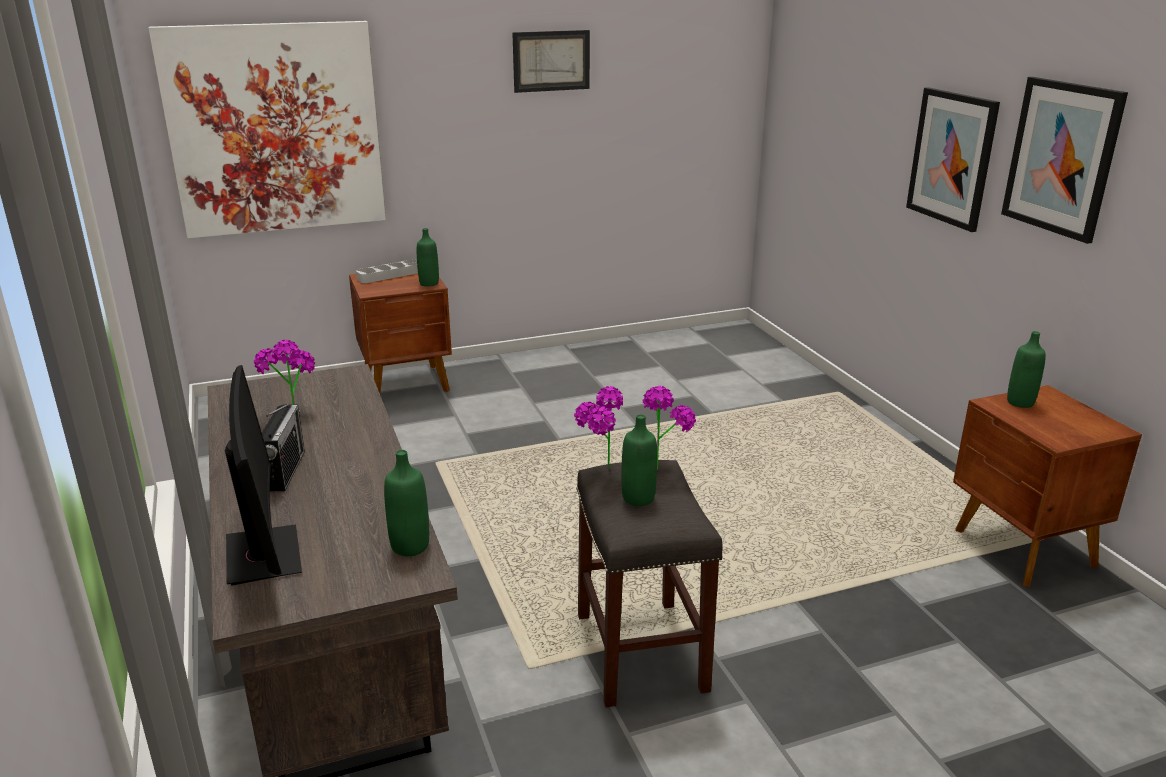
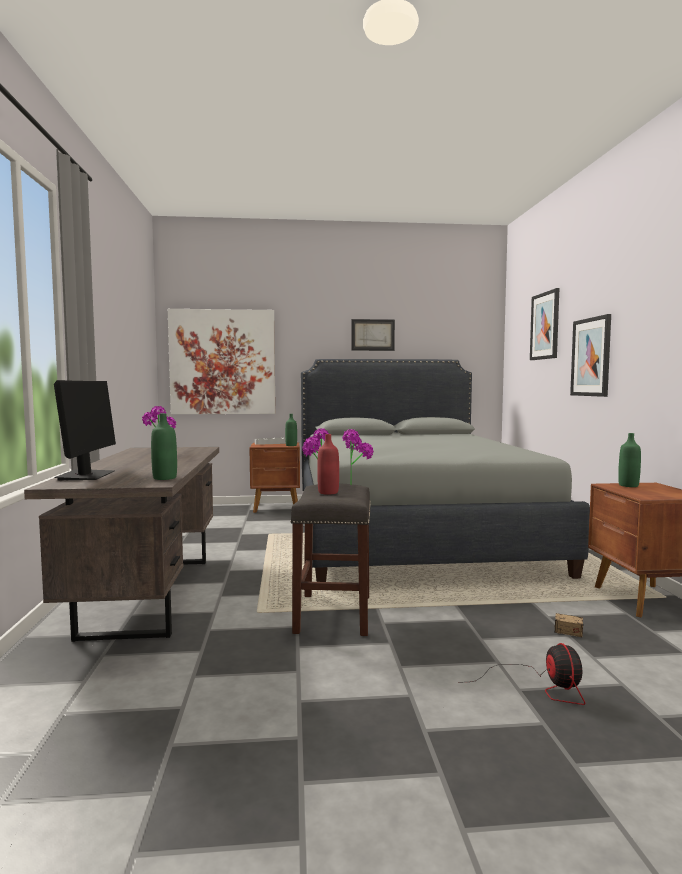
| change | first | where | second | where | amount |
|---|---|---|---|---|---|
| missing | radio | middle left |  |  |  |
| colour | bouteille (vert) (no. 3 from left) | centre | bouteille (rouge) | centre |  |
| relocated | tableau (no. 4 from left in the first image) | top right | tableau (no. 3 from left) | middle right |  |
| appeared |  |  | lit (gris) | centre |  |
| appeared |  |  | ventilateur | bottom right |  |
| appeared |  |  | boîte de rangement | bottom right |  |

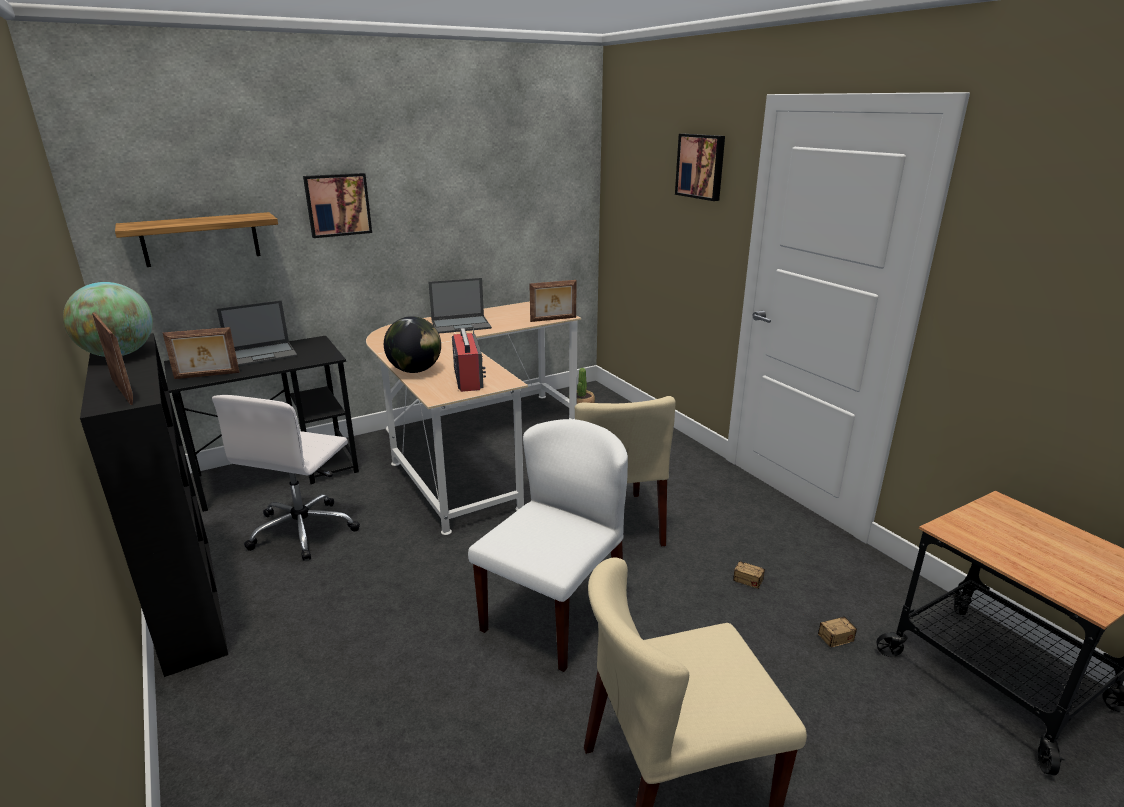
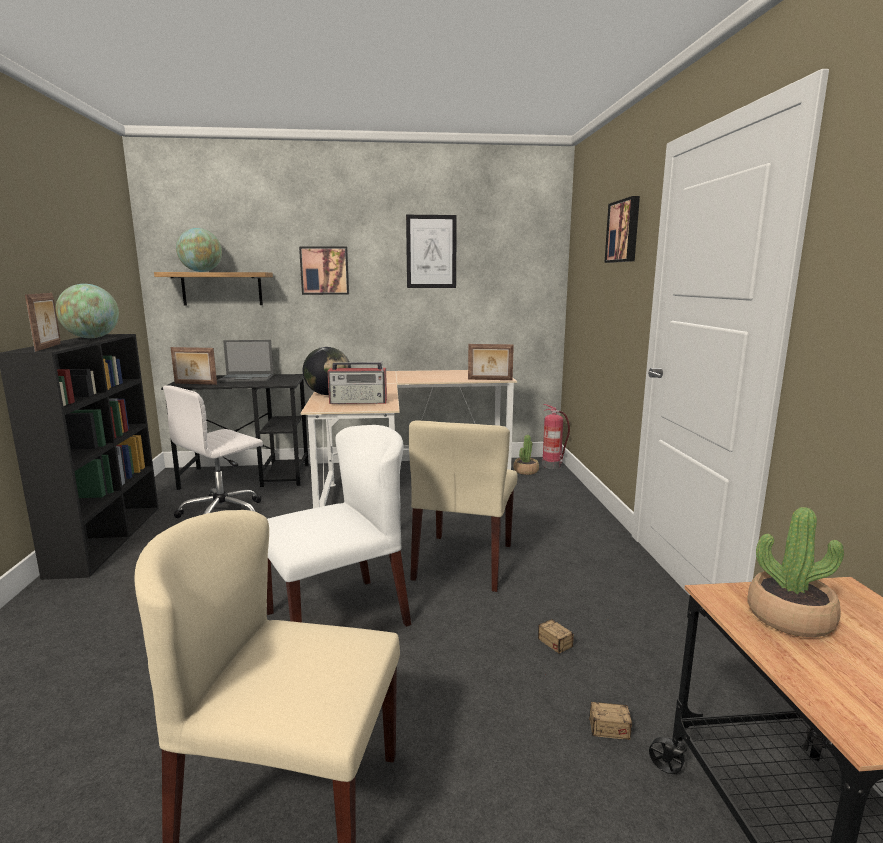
| change | first | where | second | where | amount |
|---|---|---|---|---|---|
| missing | ordinateur portable (no. 2 from left) | centre |  |  |  |
| spun | radio | centre |  | centre | 75 degrees clockwise |
| appeared |  |  | globe (no. 2 from left) | top left |  |
| appeared |  |  | tableau (no. 2 from left) | top centre |  |
| appeared |  |  | extincteur | centre |  |
| appeared |  |  | plante en pot (no. 2 from left) | bottom right |  |

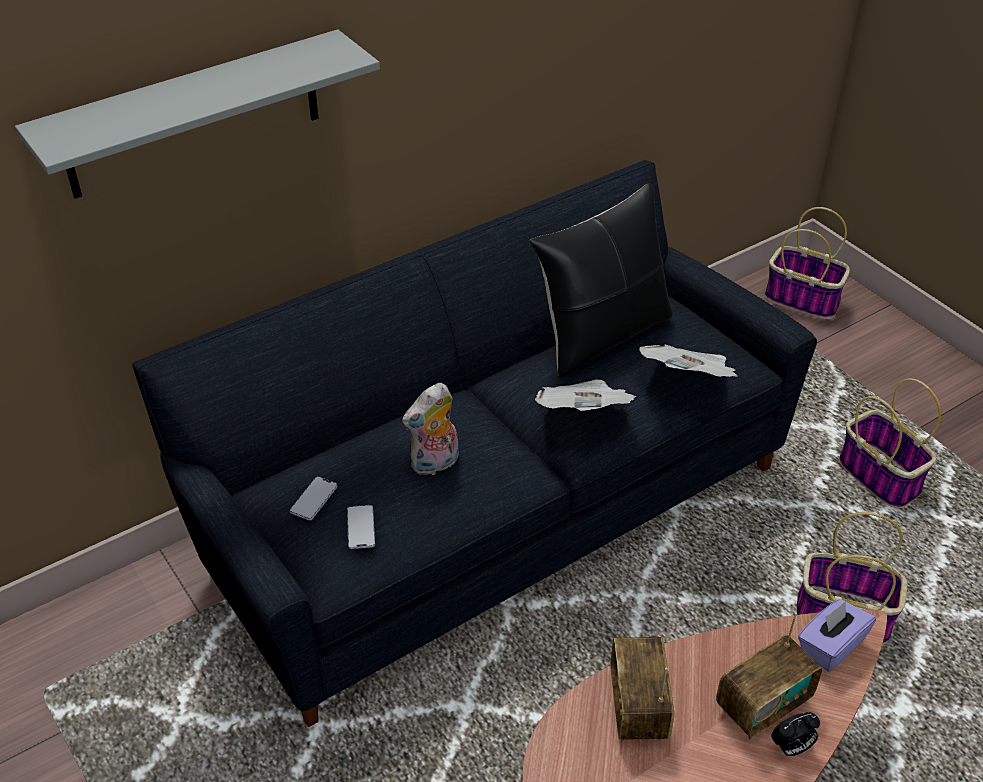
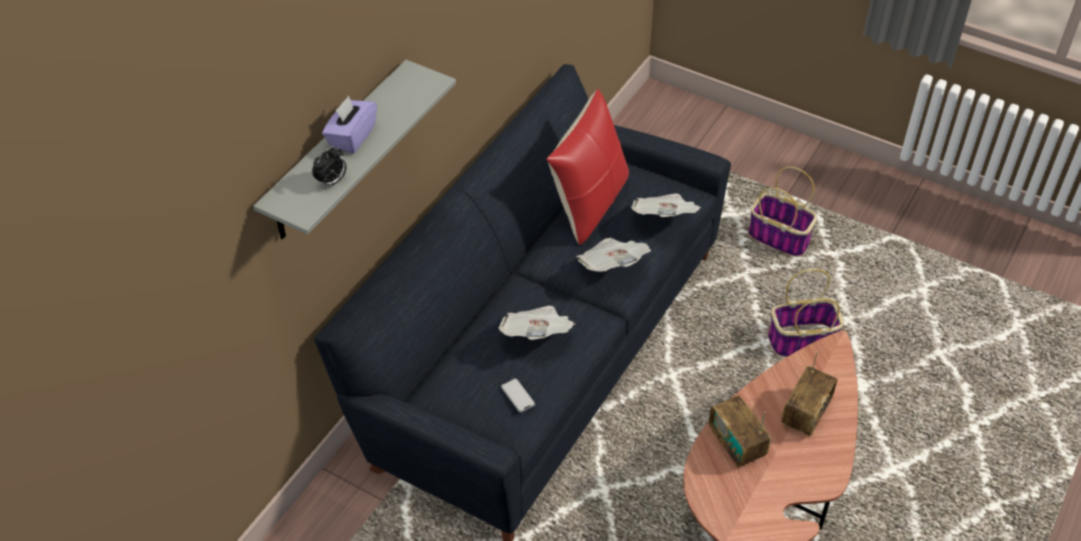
| change | first | where | second | where | amount |
|---|---|---|---|---|---|
| missing | téléphone (no. 1 from left) | middle left |  |  |  |
| exchanged | peluche | centre | journal (no. 1 from left) | centre |  |
| colour | coussin (noir) | centre | coussin (rouge) | top centre |  |
| missing | panier (no. 1 from left) | middle right |  |  |  |
| relocated | réveil | bottom right |  | top left |  |
| relocated | boîte à mouchoirs (violet) | bottom right |  | top left |  |

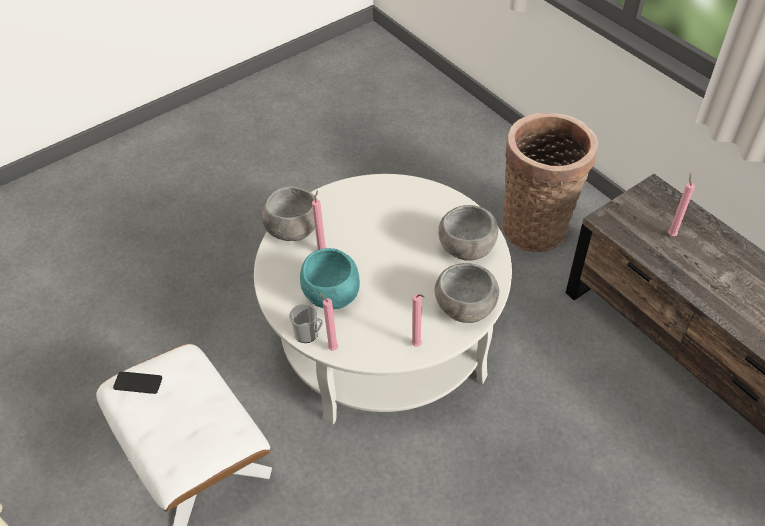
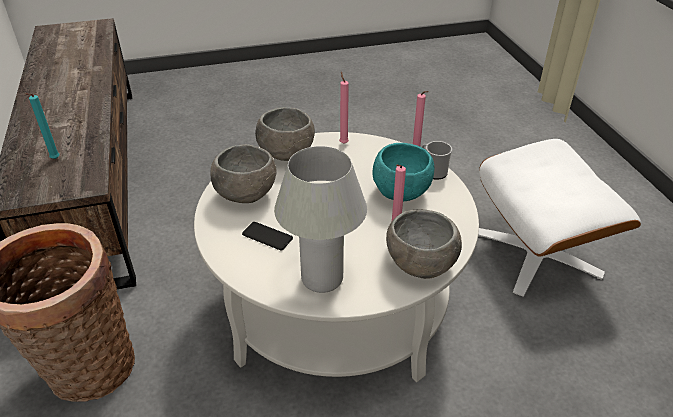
| change | first | where | second | where | amount |
|---|---|---|---|---|---|
| relocated | téléphone | bottom left |  | centre |  |
| colour | bougie (rose) (no. 4 from left) | middle right | bougie (turquoise) | top left |  |
| appeared |  |  | lampe de table (blanc) | centre |  |

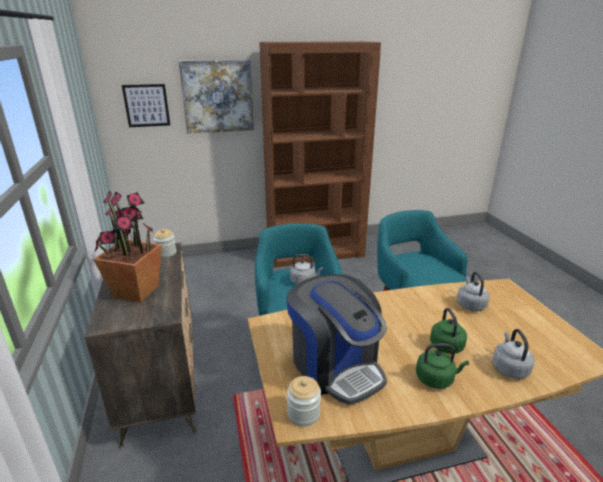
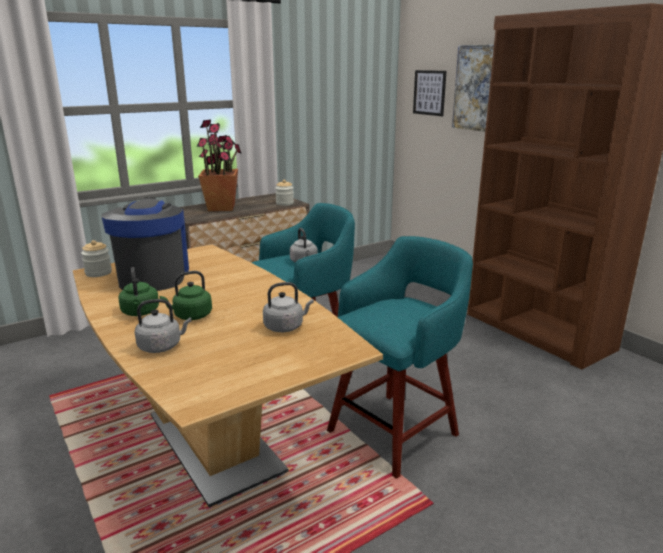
| change | first | where | second | where | amount |
|---|---|---|---|---|---|
| spun | machine à café | bottom centre |  | middle left | 135 degrees clockwise |

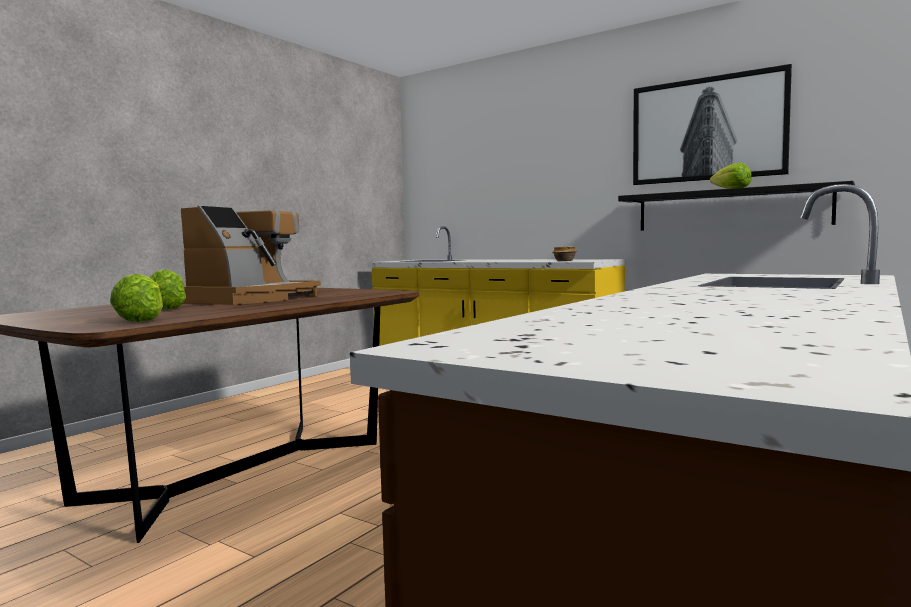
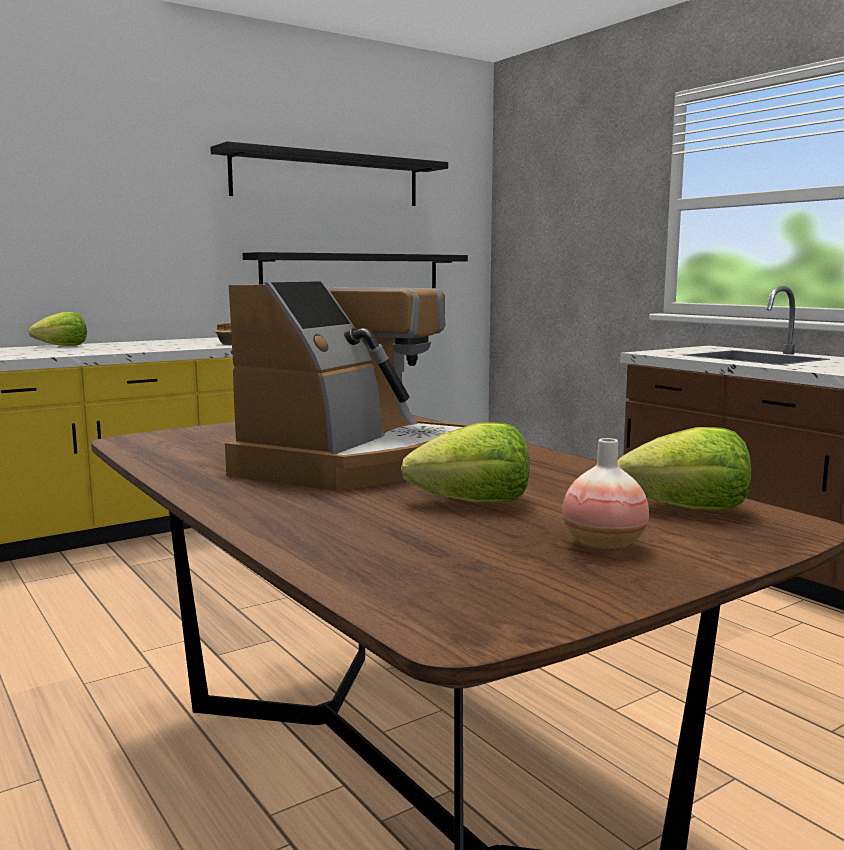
| change | first | where | second | where | amount |
|---|---|---|---|---|---|
| spun | machine à café | middle left |  | centre | 75 degrees clockwise |
| exchanged | tableau | top right | étagère (noir) (no. 1 from left) | top centre |  |
| relocated | laitue (no. 3 from left in the first image) | top right | laitue (no. 1 from left) | middle left |  |
| appeared |  |  | vase | middle right |  |

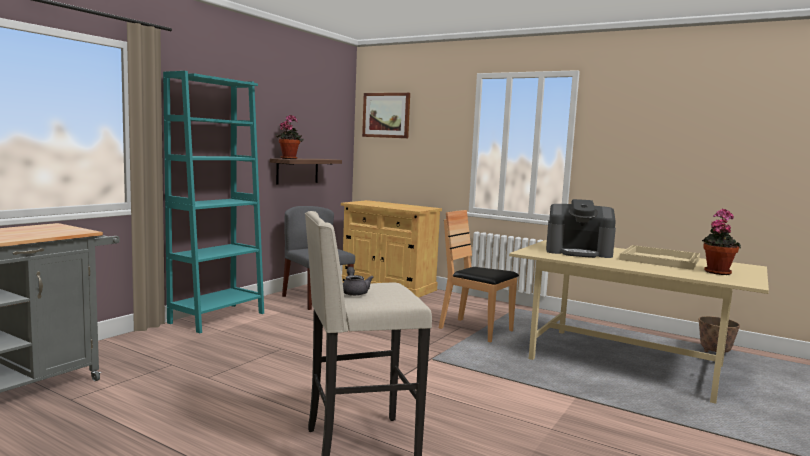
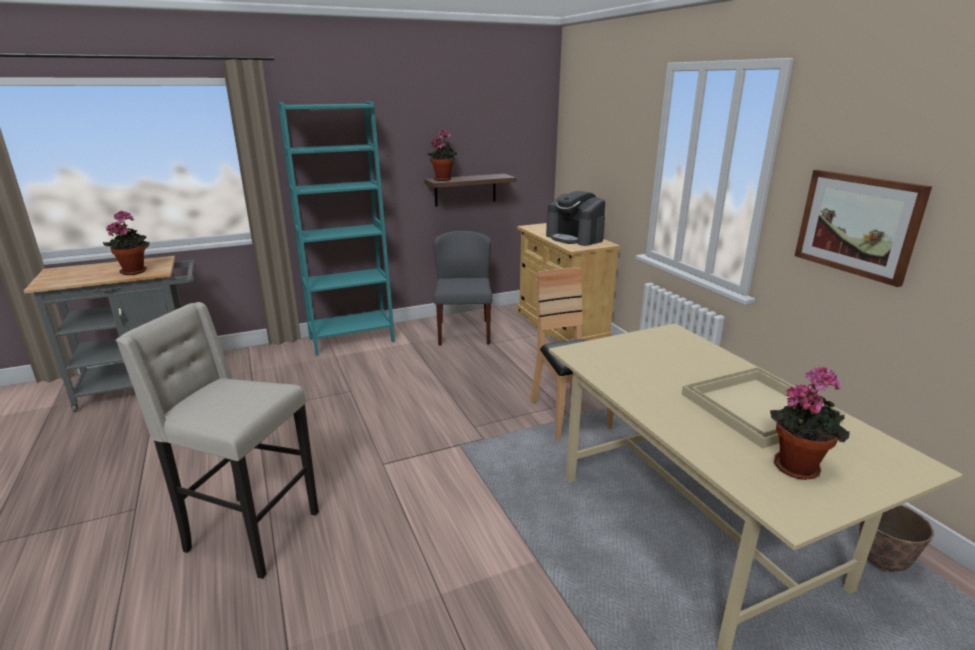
| change | first | where | second | where | amount |
|---|---|---|---|---|---|
| missing | théière (gris) | centre |  |  |  |
| relocated | tableau | top centre |  | middle right |  |
| relocated | machine à café | middle right |  | centre |  |
| appeared |  |  | plante en pot (no. 1 from left) | middle left |  |

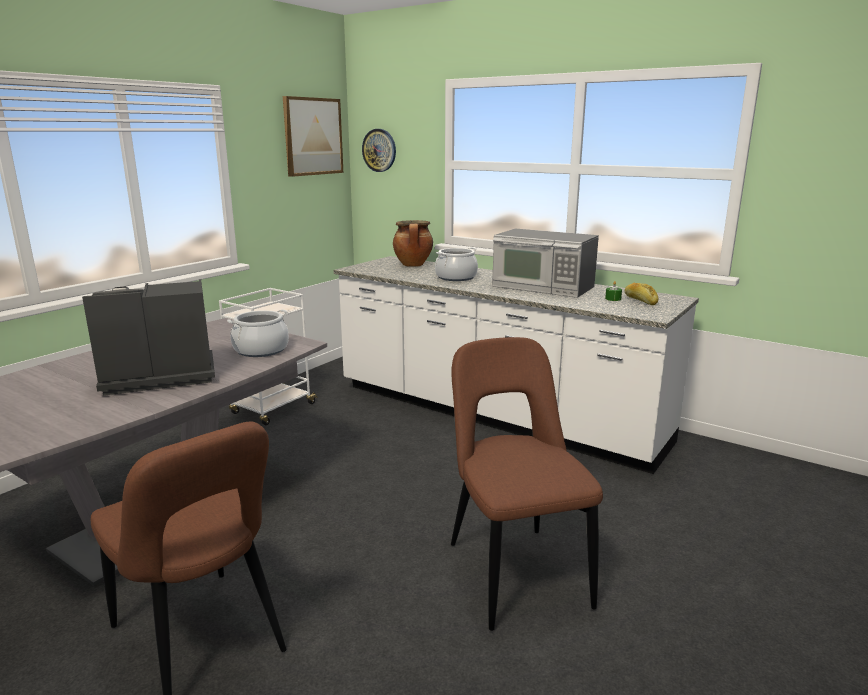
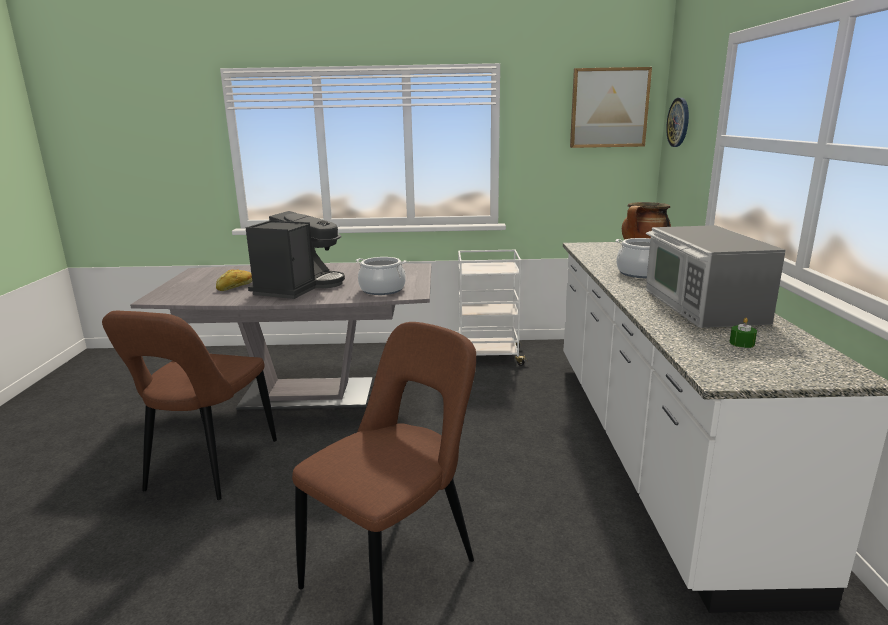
| change | first | where | second | where | amount |
|---|---|---|---|---|---|
| spun | machine à café | middle left |  | middle left | 75 degrees clockwise |
| relocated | pain | middle right |  | middle left |  |

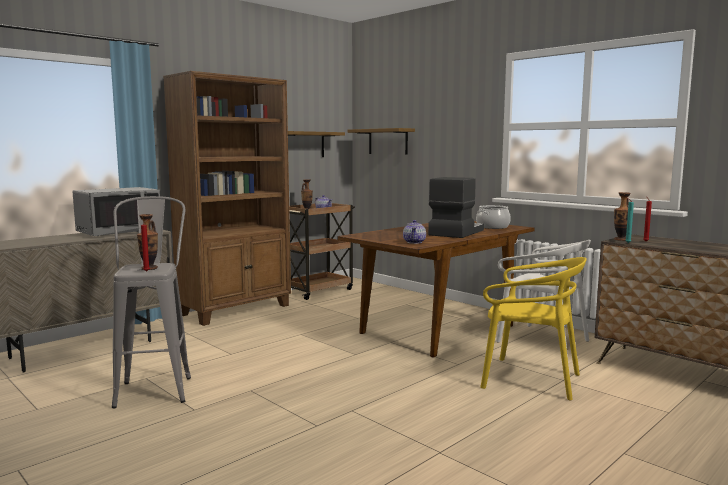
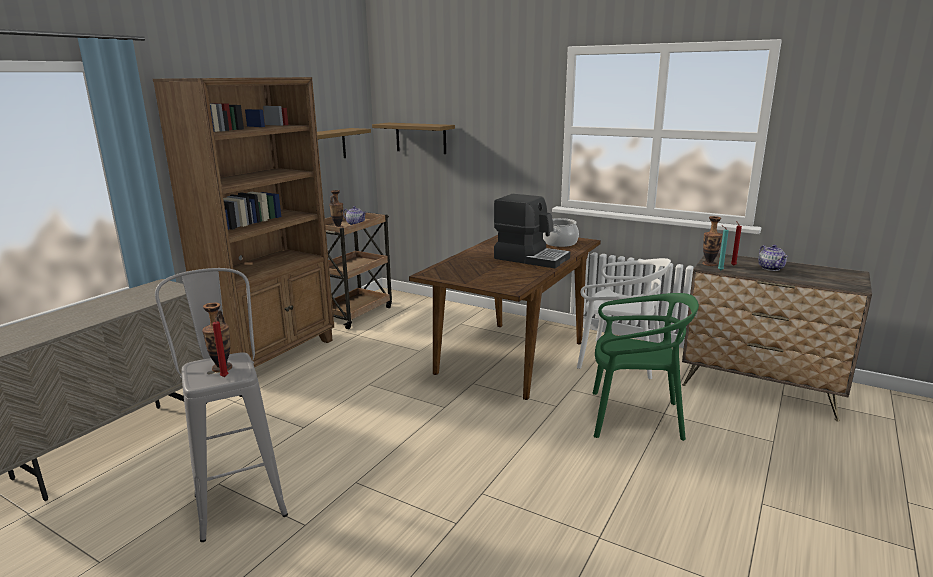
| change | first | where | second | where | amount |
|---|---|---|---|---|---|
| missing | micro-ondes (gris) | middle left |  |  |  |
| relocated | théière (no. 2 from left) | centre |  | middle right |  |
| spun | machine à café | centre |  | centre | 105 degrees clockwise |
| colour | chaise (jaune) | bottom right | chaise (vert) | middle right |  |

